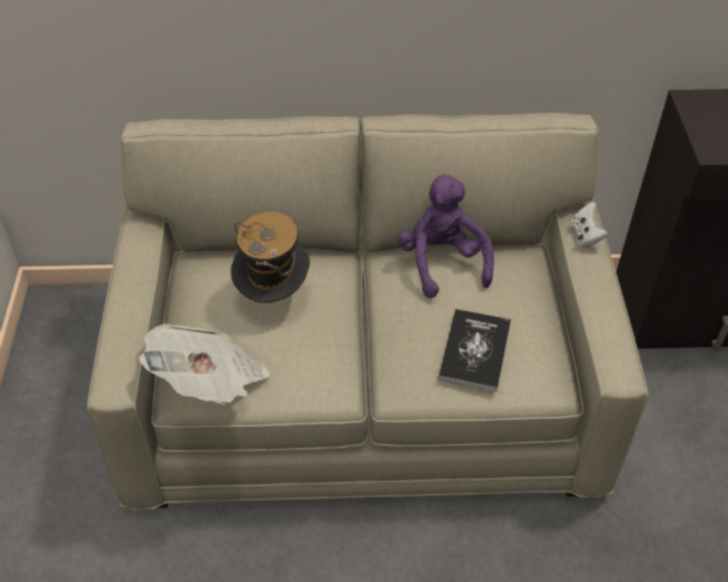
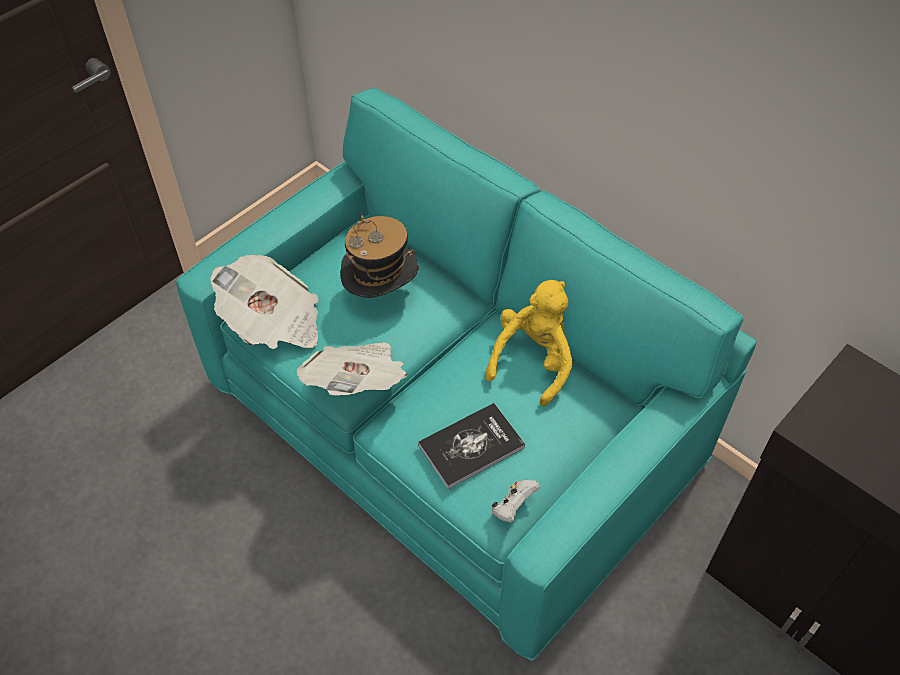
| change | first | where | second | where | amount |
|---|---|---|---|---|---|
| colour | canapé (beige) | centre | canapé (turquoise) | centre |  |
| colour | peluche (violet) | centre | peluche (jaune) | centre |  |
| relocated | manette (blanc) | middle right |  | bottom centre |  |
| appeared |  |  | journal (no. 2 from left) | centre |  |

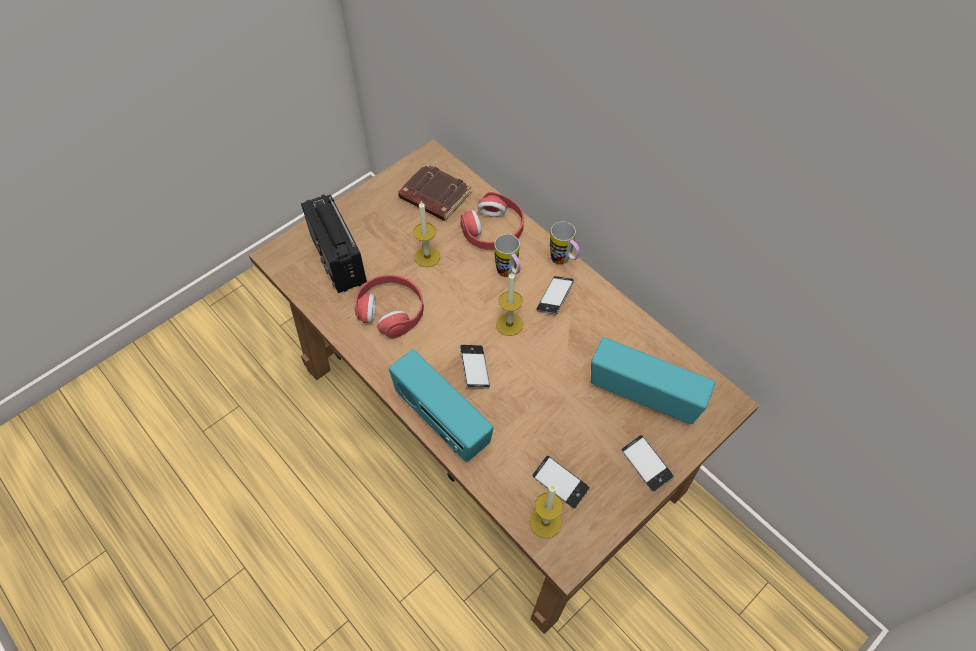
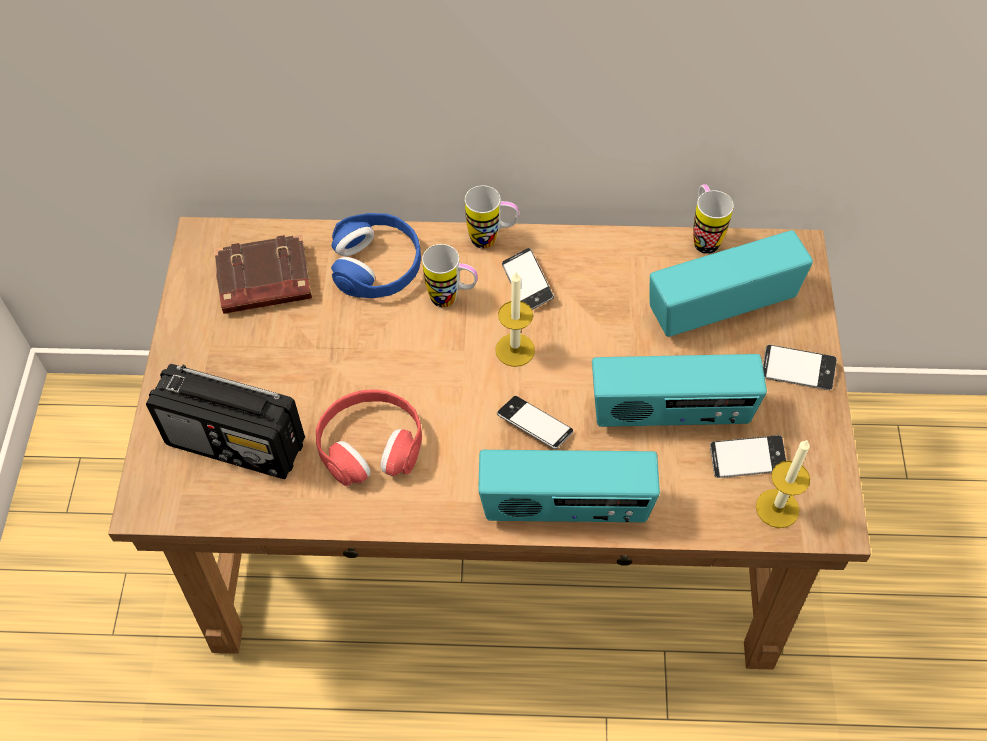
| change | first | where | second | where | amount |
|---|---|---|---|---|---|
| missing | bougie (no. 1 from left) | centre |  |  |  |
| colour | casque audio (rouge) (no. 2 from left) | centre | casque audio (bleu) | centre |  |
| appeared |  |  | radio (no. 3 from left) | middle right |  |
| appeared |  |  | mug (no. 3 from left) | top right |  |

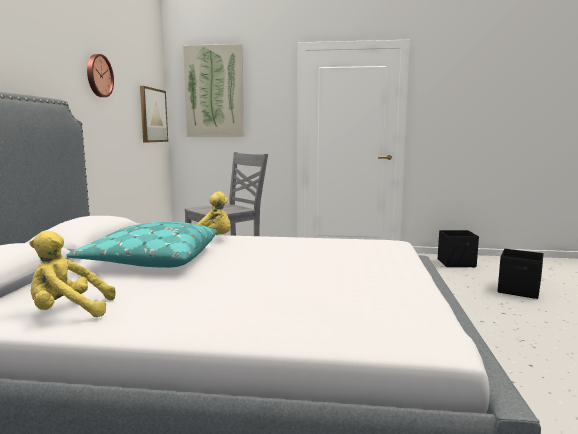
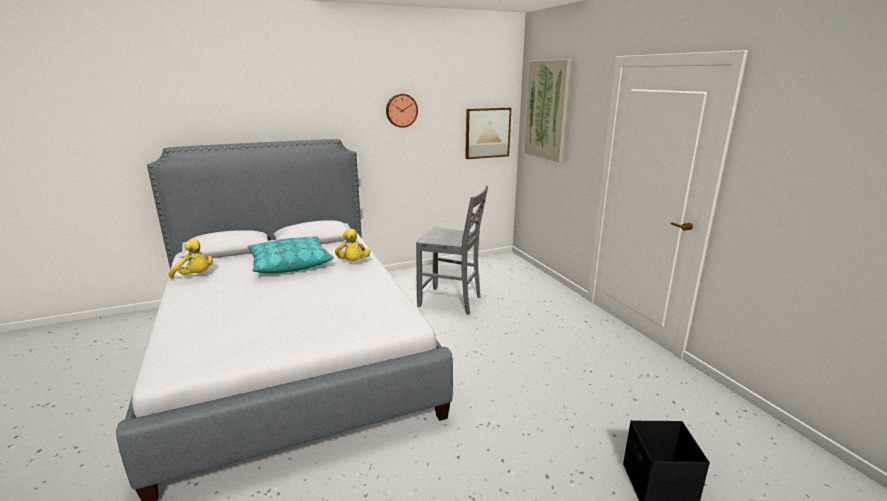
| change | first | where | second | where | amount |
|---|---|---|---|---|---|
| spun | peluche (jaune) (no. 1 from left) | middle left |  | middle left | 150 degrees clockwise |
| missing | boîte de rangement (noir) (no. 1 from left) | middle right |  |  |  |

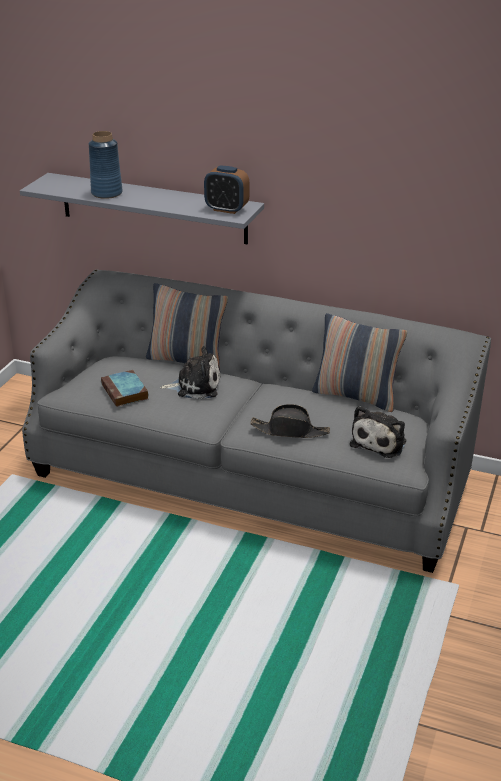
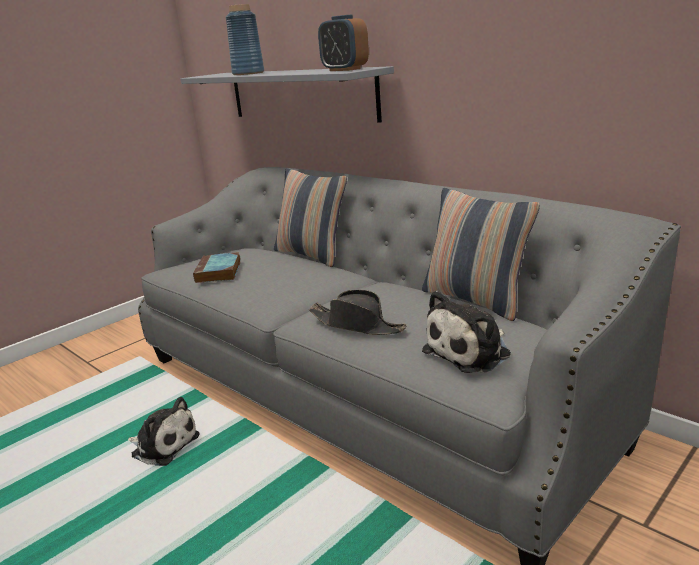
| change | first | where | second | where | amount |
|---|---|---|---|---|---|
| relocated | peluche (no. 1 from left) | centre |  | bottom left |  |

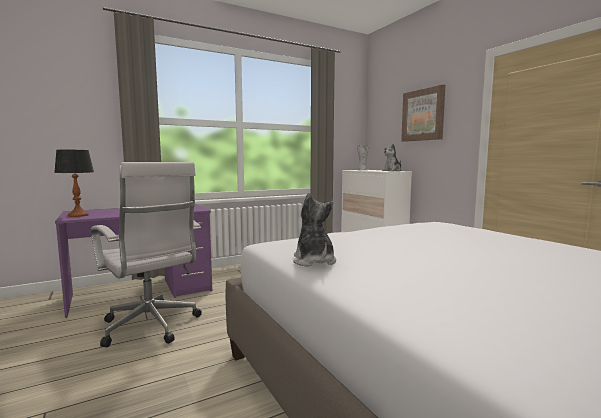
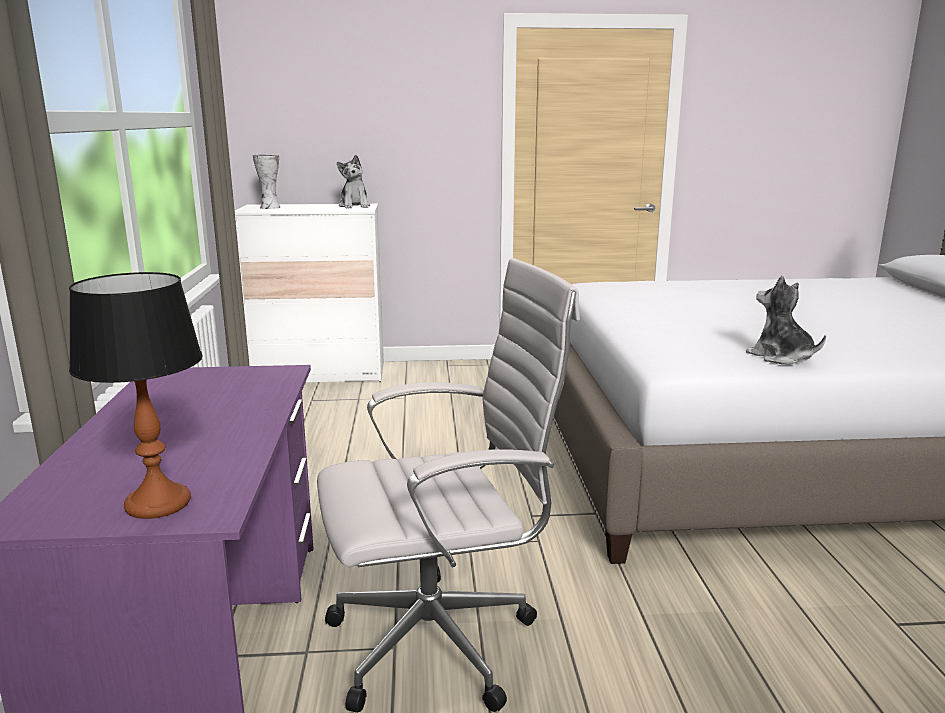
| change | first | where | second | where | amount |
|---|---|---|---|---|---|
| spun | peluche (no. 1 from left in the first image) | centre | peluche (no. 2 from left) | middle right | 45 degrees clockwise |
| missing | tableau | top right |  |  |  |

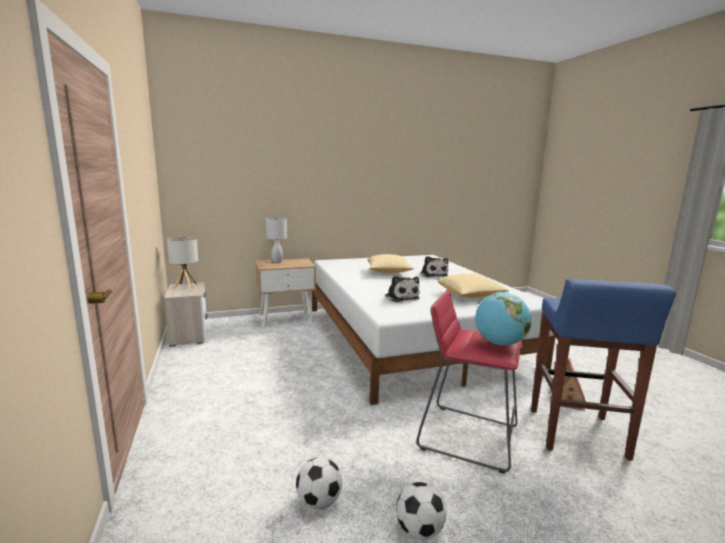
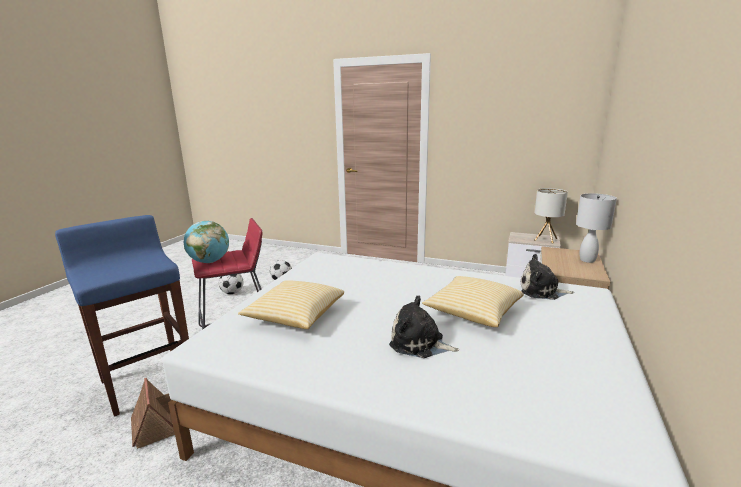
| change | first | where | second | where | amount |
|---|---|---|---|---|---|
| relocated | peluche (no. 1 from left in the first image) | centre | peluche (no. 2 from left) | middle right |  |

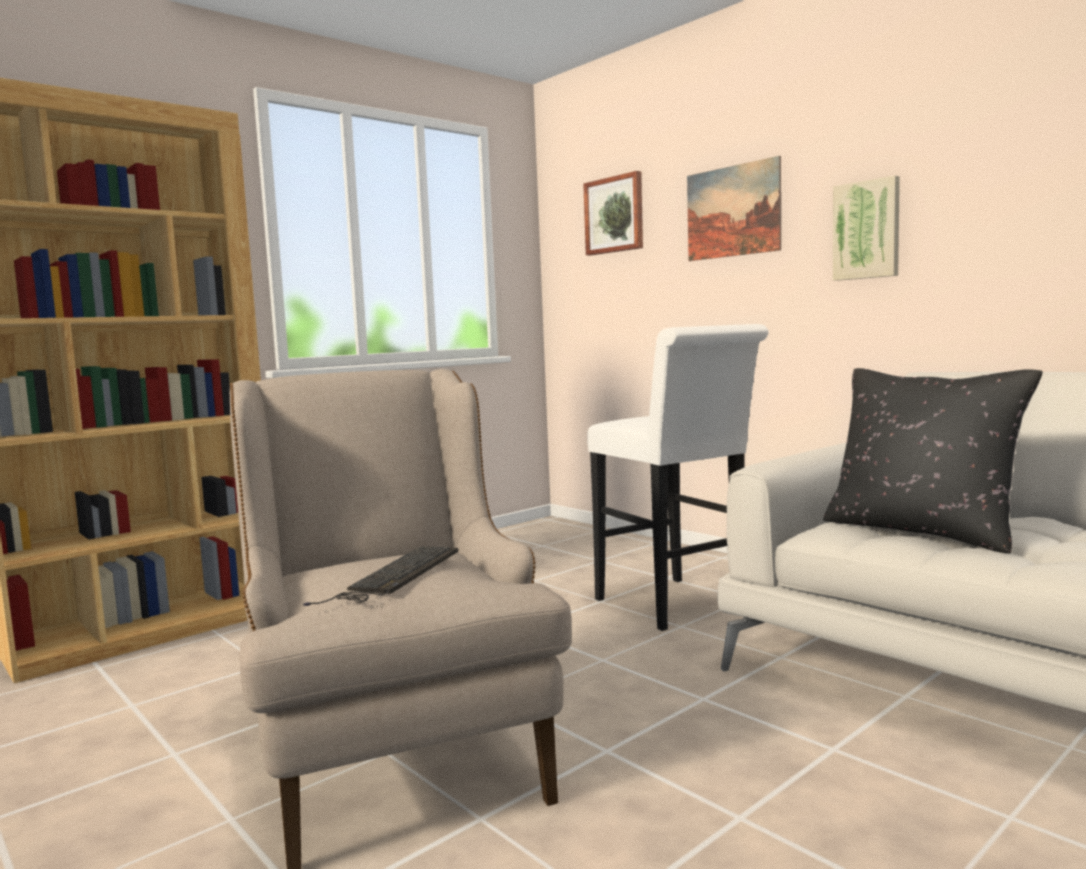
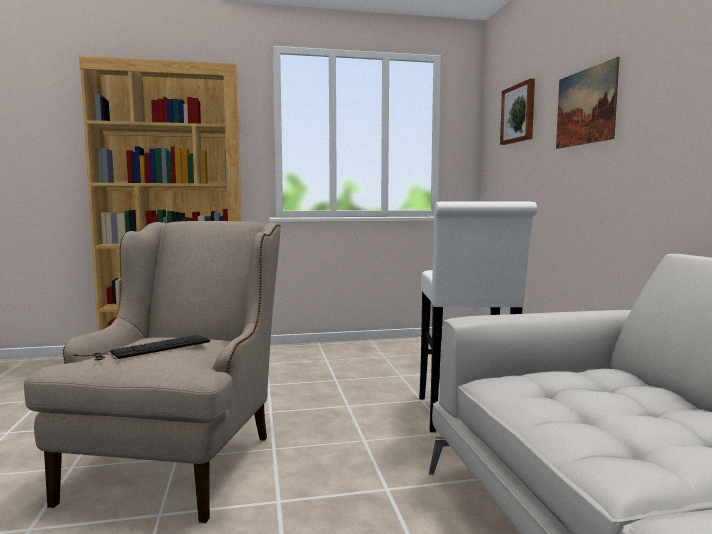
| change | first | where | second | where | amount |
|---|---|---|---|---|---|
| missing | coussin (noir) | middle right |  |  |  |
| missing | tableau (no. 3 from left) | top right |  |  |  |

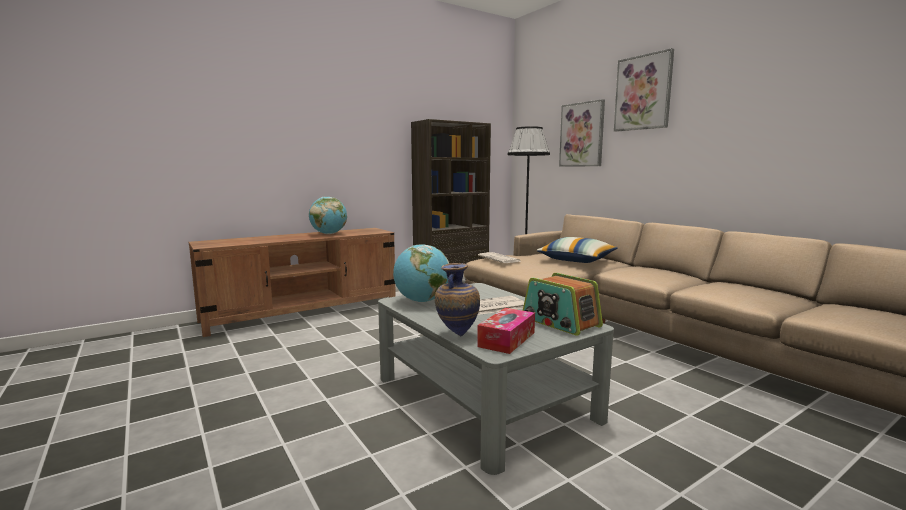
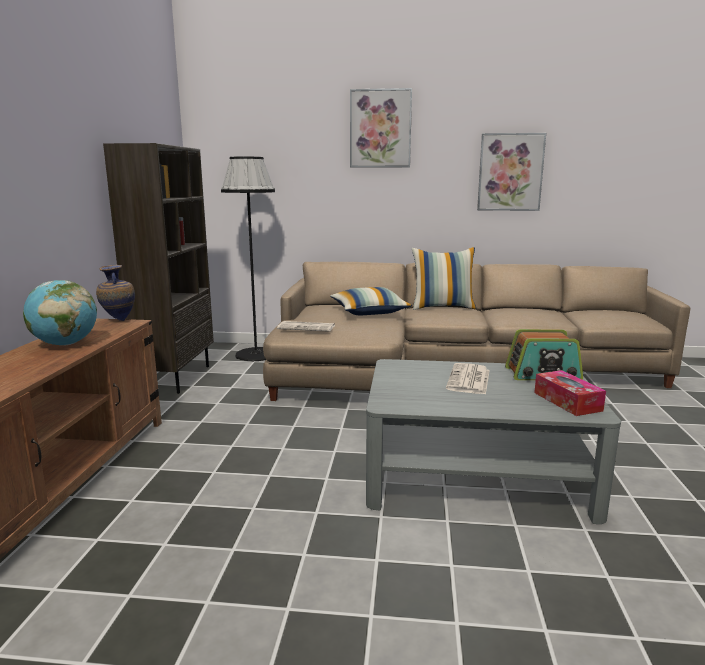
| change | first | where | second | where | amount |
|---|---|---|---|---|---|
| missing | globe (no. 2 from left) | centre |  |  |  |
| relocated | vase | centre |  | middle left |  |
| relocated | tableau (no. 1 from left in the first image) | top centre | tableau (no. 2 from left) | top right |  |
| appeared |  |  | coussin (no. 2 from left) | centre |  |

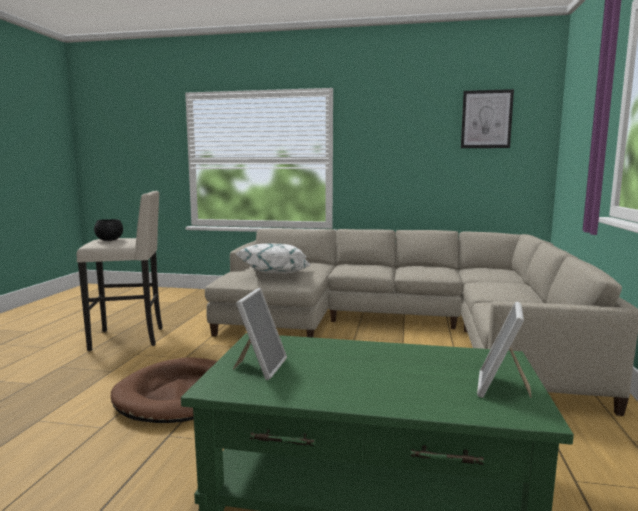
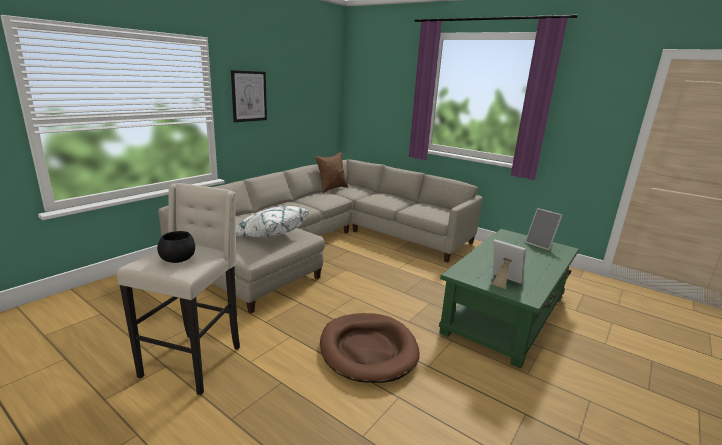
| change | first | where | second | where | amount |
|---|---|---|---|---|---|
| relocated | tableau | top right |  | top centre |  |
| appeared |  |  | coussin (marron) | centre |  |

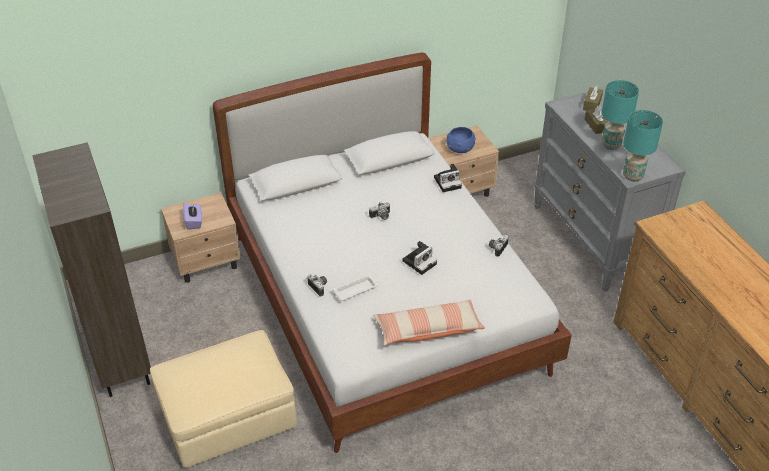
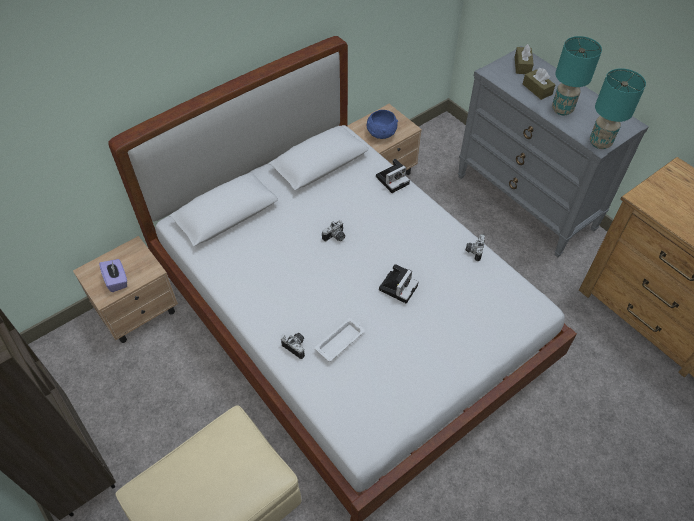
| change | first | where | second | where | amount |
|---|---|---|---|---|---|
| missing | coussin | bottom centre |  |  |  |

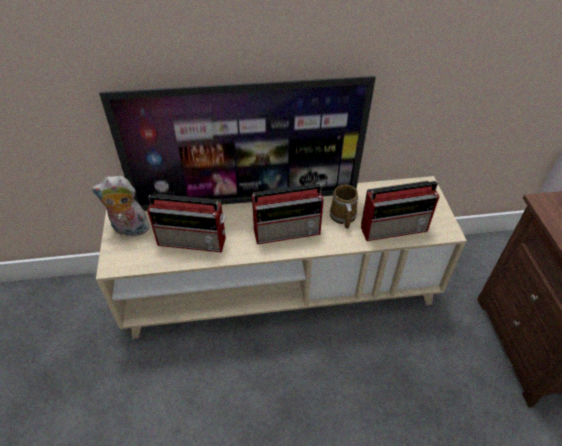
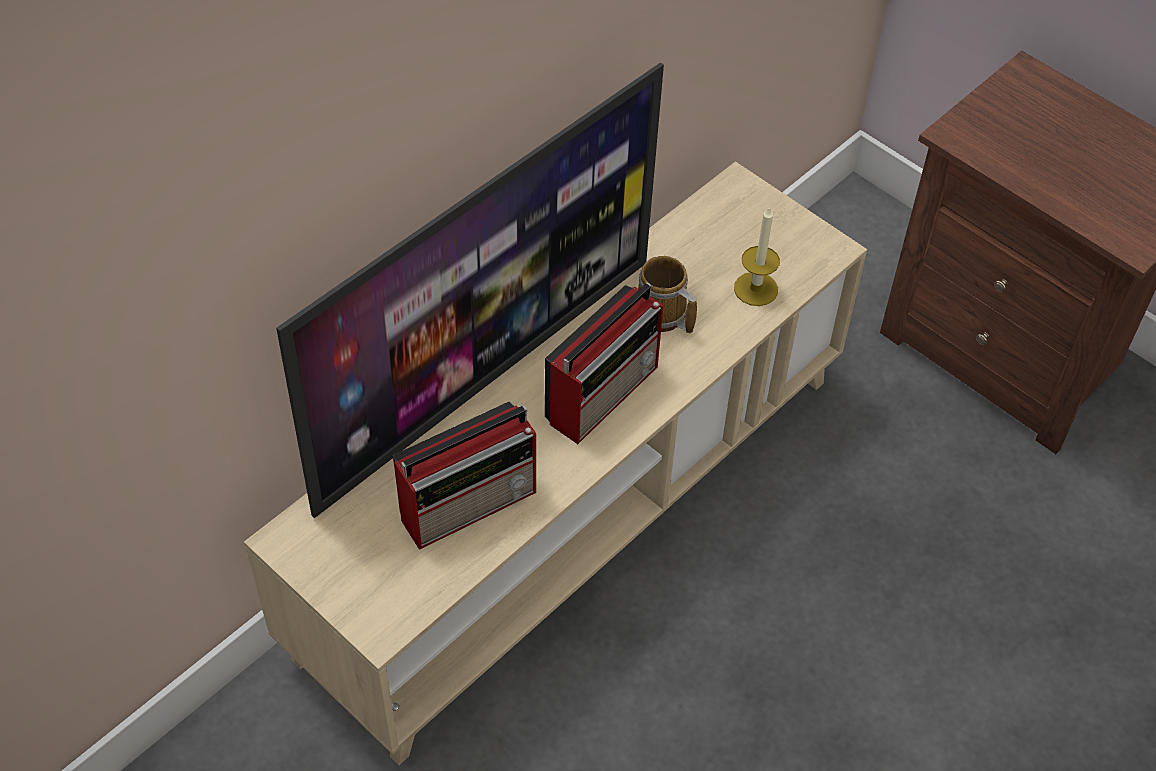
| change | first | where | second | where | amount |
|---|---|---|---|---|---|
| missing | peluche | middle left |  |  |  |
| exchanged | radio (no. 3 from left) | middle right | bougie | top centre |  |

